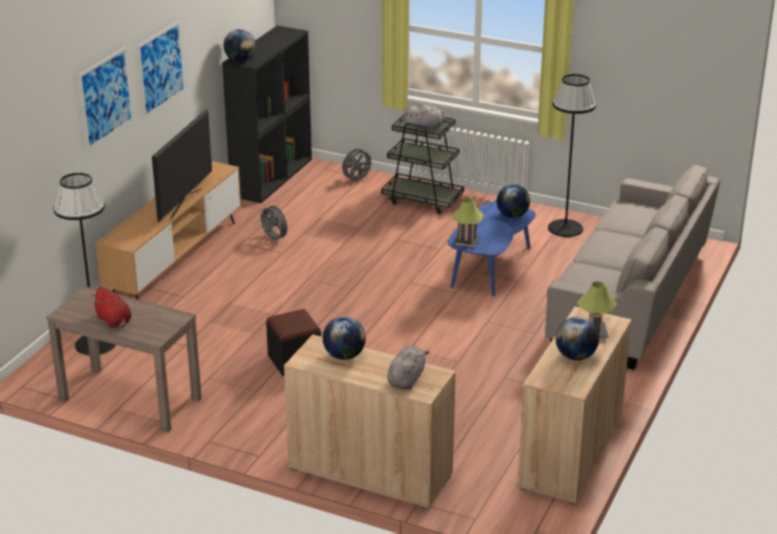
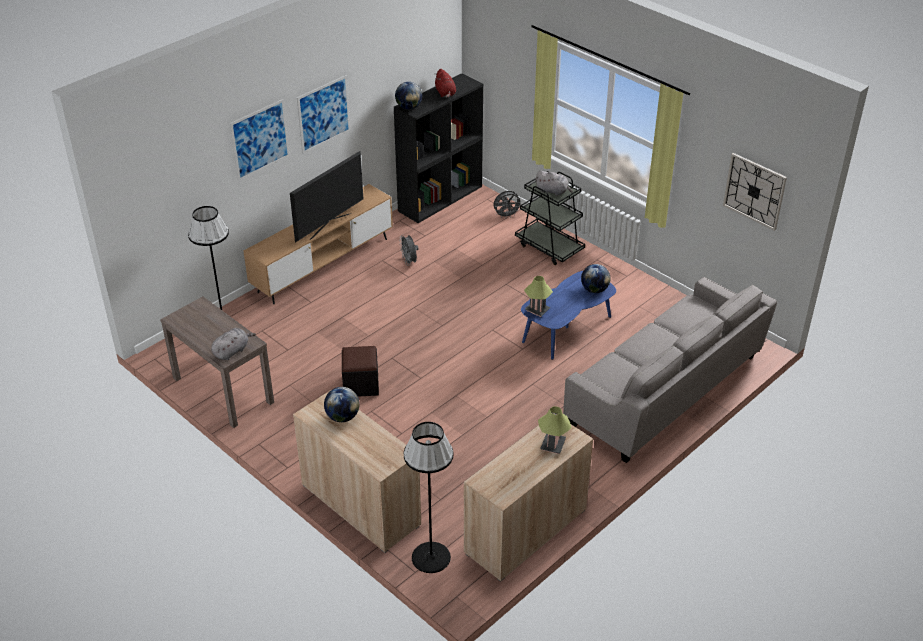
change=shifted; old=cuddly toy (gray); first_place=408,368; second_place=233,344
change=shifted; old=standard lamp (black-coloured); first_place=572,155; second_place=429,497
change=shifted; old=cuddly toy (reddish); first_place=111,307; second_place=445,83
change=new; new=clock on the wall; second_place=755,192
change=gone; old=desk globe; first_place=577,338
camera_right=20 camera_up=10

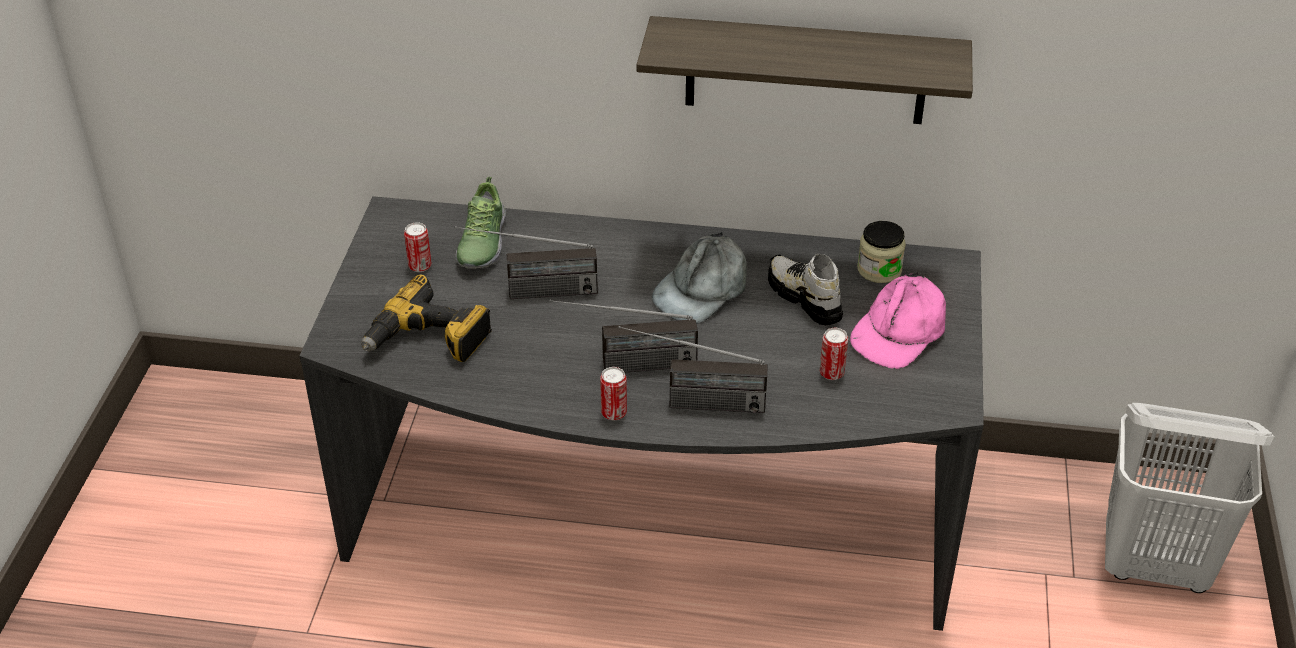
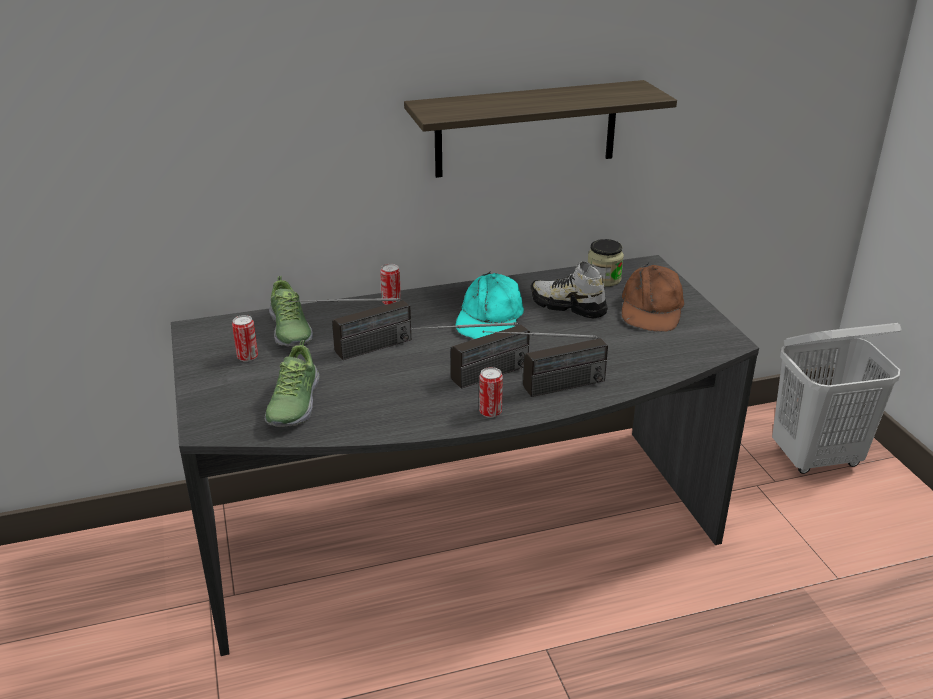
change=swapped; old=electric drill; new=low shoe; first_place=426,318; second_place=292,383
change=shifted; old=sealed can; first_place=834,354; second_place=390,284
change=repainted; old=cap (gray); new=cap (turquoise); first_place=699,278; second_place=490,305
change=repainted; old=cap (pink); new=cap (brown); first_place=898,320; second_place=653,298
camera_right=-25 camera_up=-10

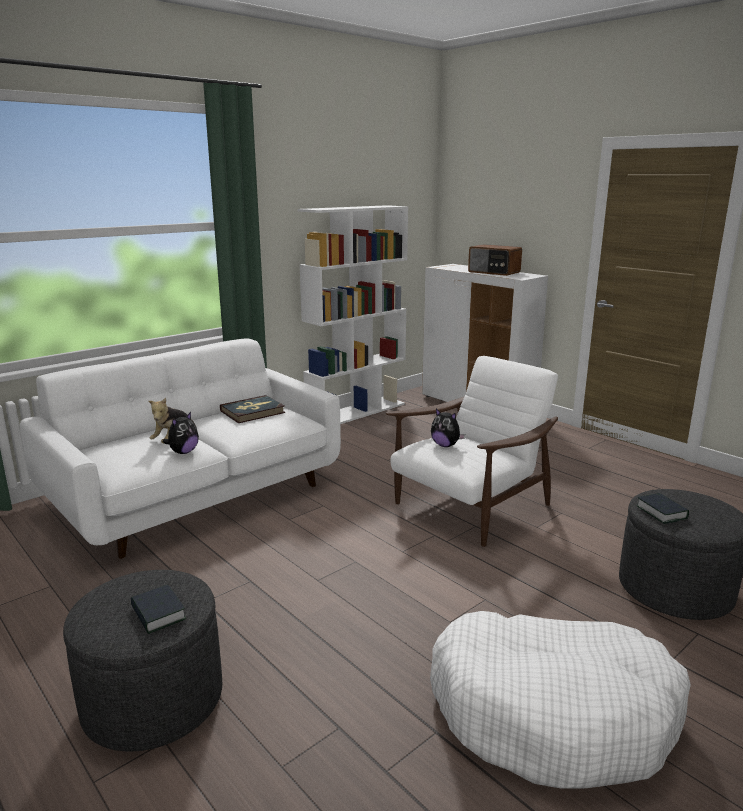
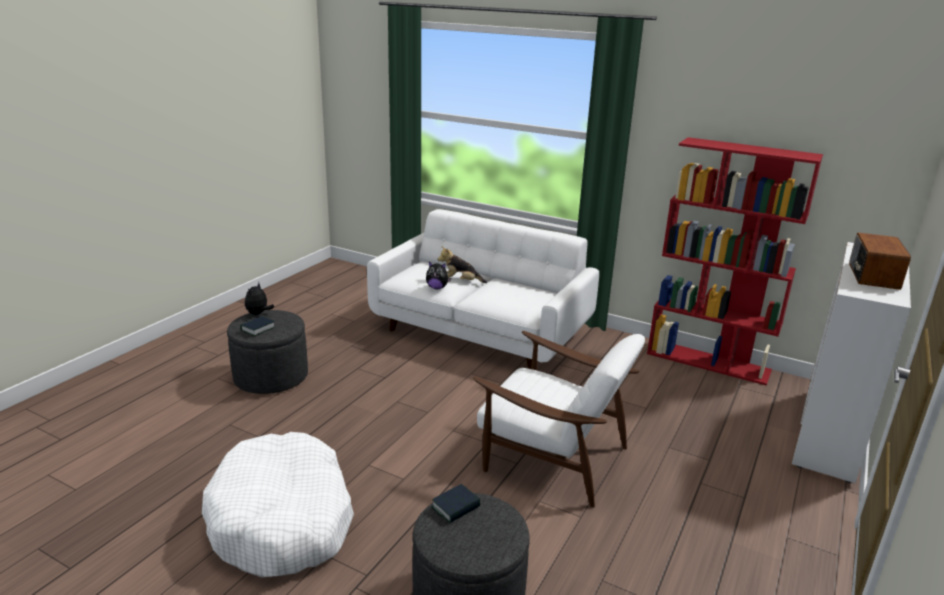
change=shifted; old=cuddly toy; first_place=448,428; second_place=259,298
change=repainted; old=bookcase (white); new=bookcase (reddish); first_place=352,314; second_place=735,261
change=gone; old=bound book; first_place=252,409
camera_right=70 camera_up=5

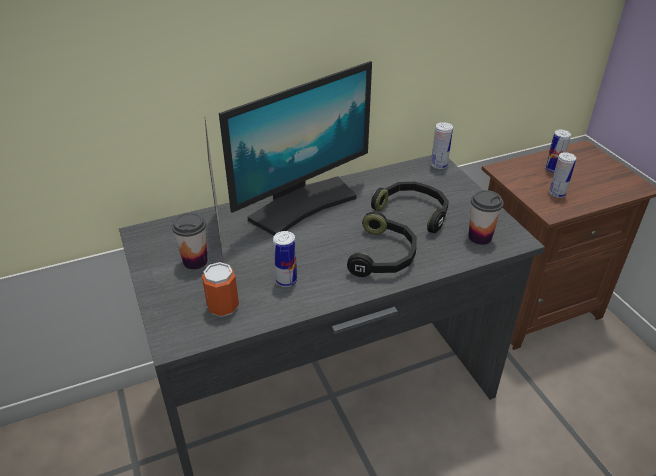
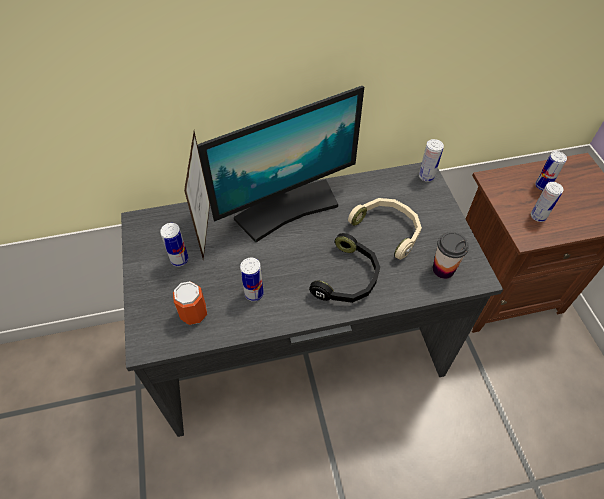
change=swapped; old=small cup; new=sealed can; first_place=190,241; second_place=174,245
change=repainted; old=headphones (black-coloured); new=headphones (beige); first_place=410,207; second_place=385,229
camera_right=10 camera_up=15

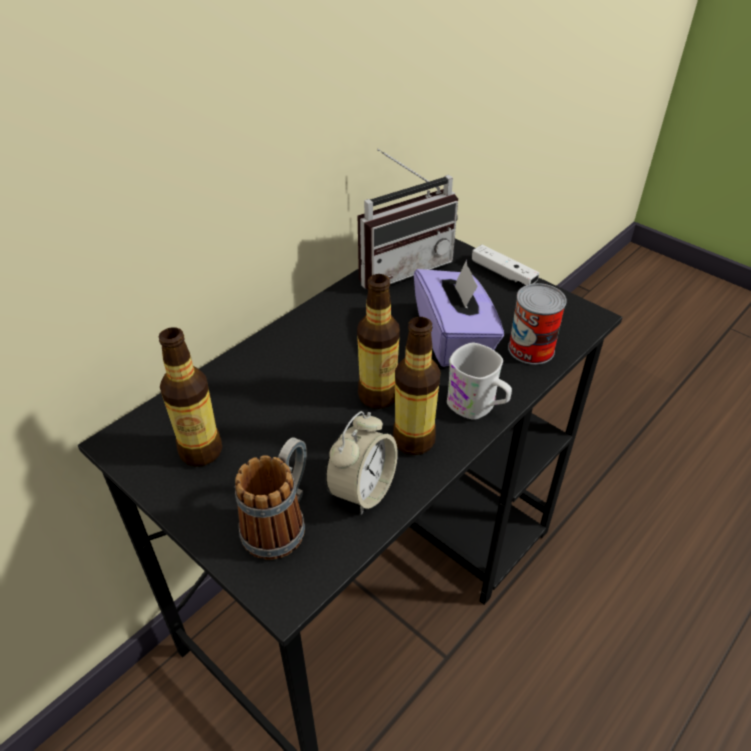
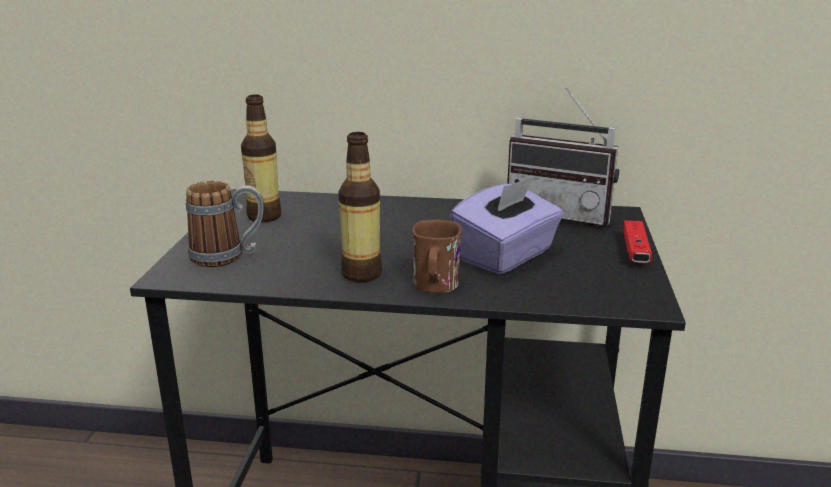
change=repainted; old=mug (white); new=mug (brown); first_place=479,381; second_place=437,256
change=repainted; old=game controller (white); new=game controller (reddish); first_place=505,264; second_place=637,241
change=gone; old=alarm clock; first_place=361,463
change=gone; old=drink bottle; first_place=378,341
change=gone; old=sealed can; first_place=537,324
camera_right=55 camera_up=-20

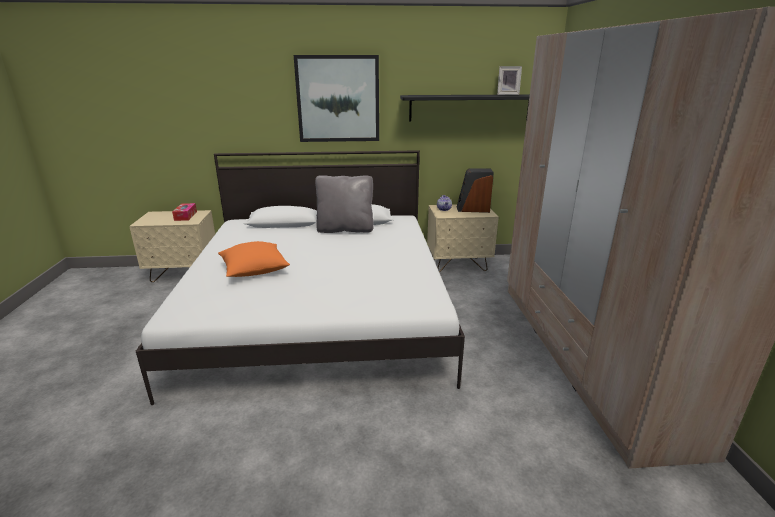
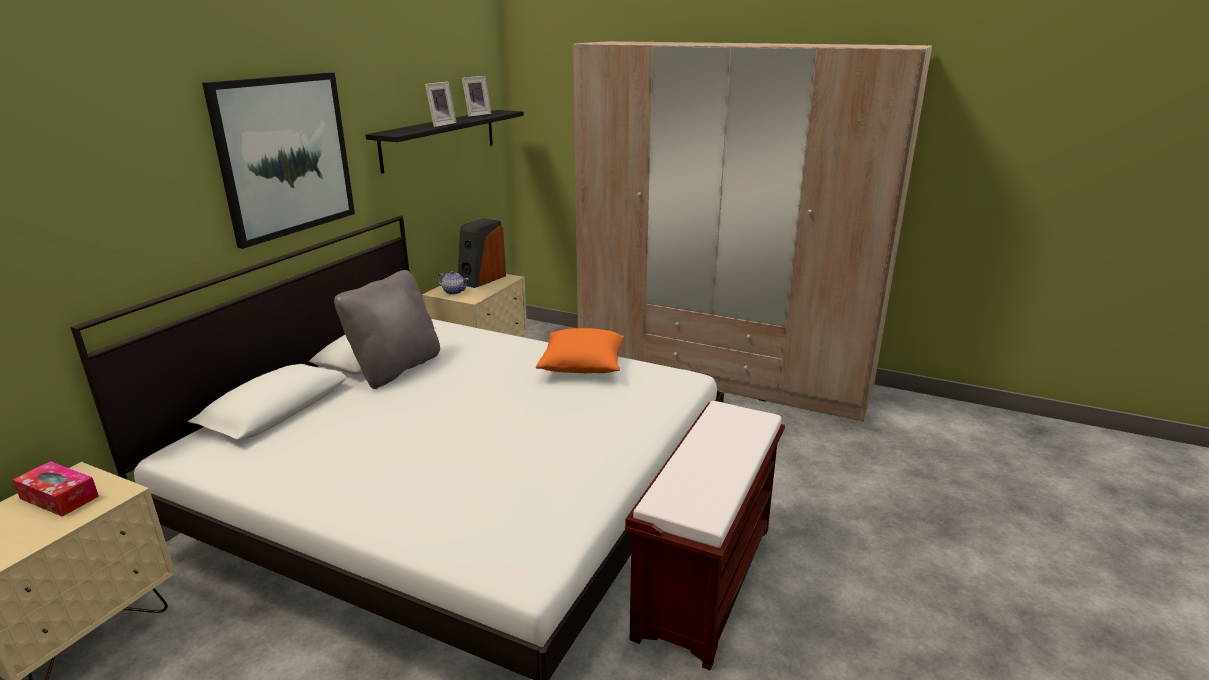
change=new; new=picture frame; second_place=441,104
change=shifted; old=cushion (orange); first_place=254,259; second_place=580,350
change=new; new=indoor bench (brown); second_place=705,535
camera_right=-60 camera_up=0

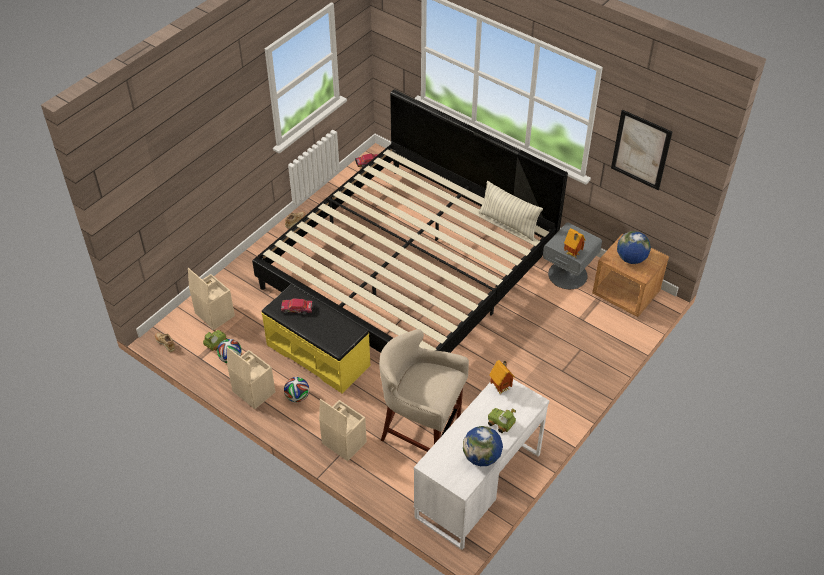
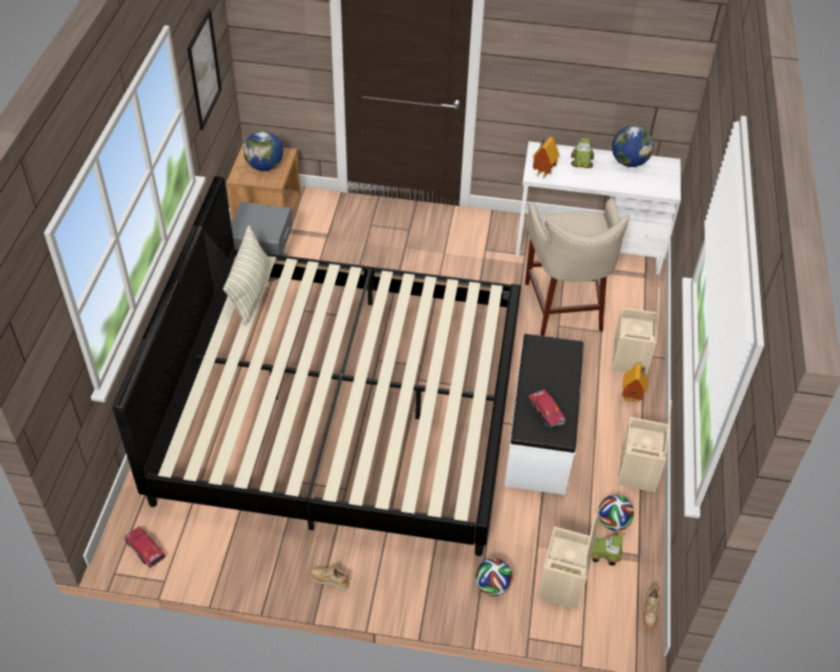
change=shifted; old=football; first_place=296,389; second_place=494,577
change=repainted; old=indoor bench (yellow-coloured); new=indoor bench (white); first_place=315,338; second_place=544,414
change=shifted; old=model house; first_place=574,243; second_place=635,383
camera_right=-120 camera_up=0

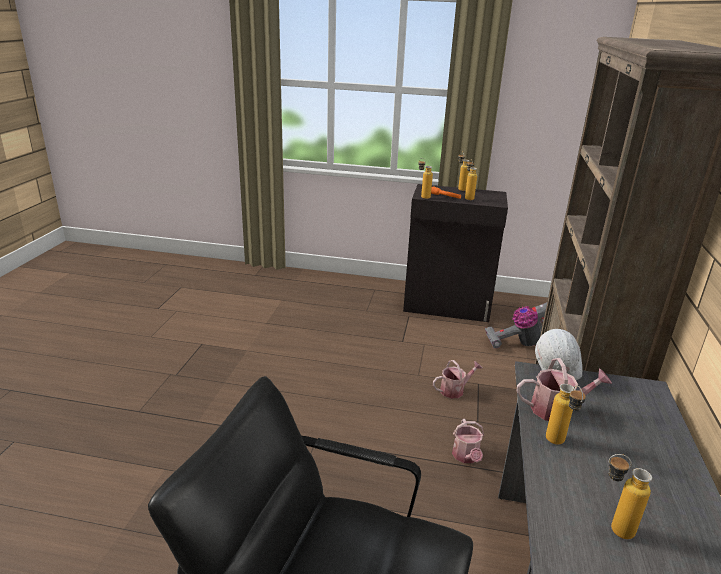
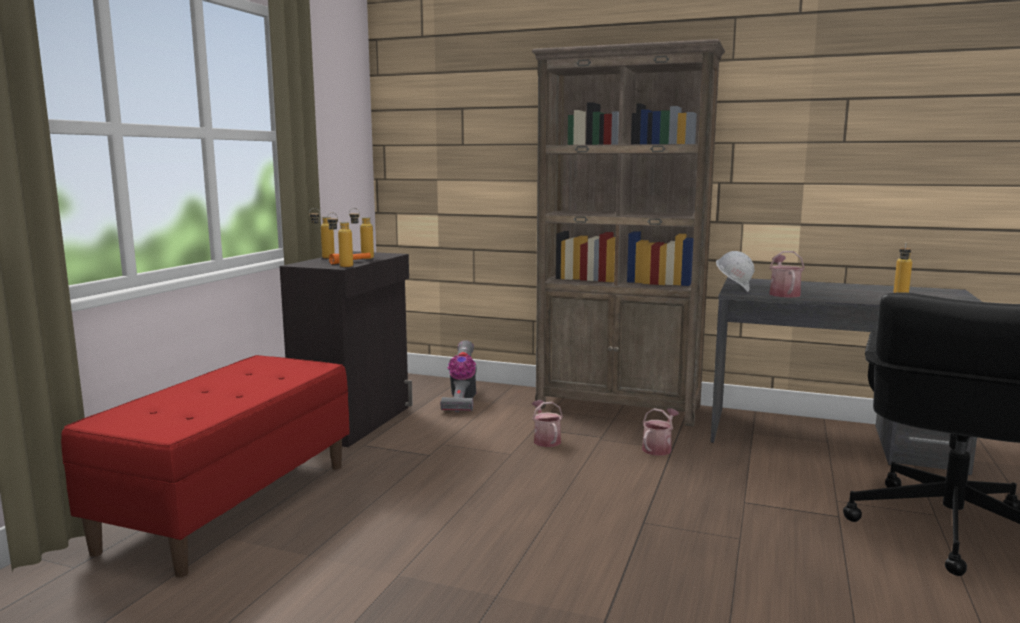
change=new; new=indoor bench (reddish); second_place=205,466
change=rotated; old=watering pot; first_place=468,441; second_place=660,432; degrees=-60
change=gone; old=drink bottle; first_place=566,414
camera_right=-80 camera_up=-15

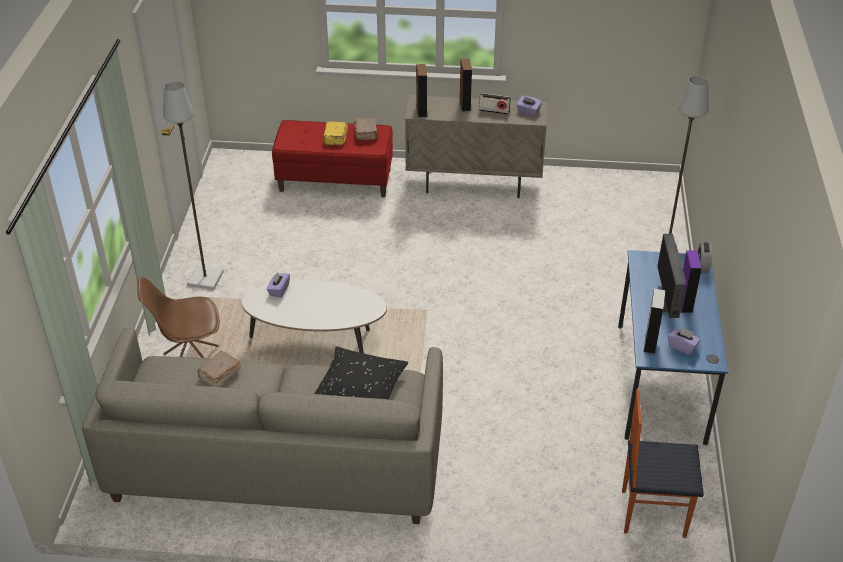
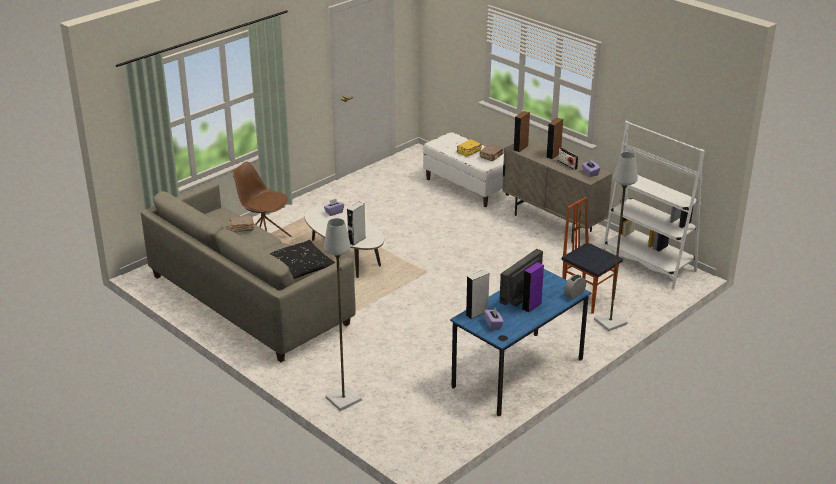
change=shifted; old=standard lamp (gray); first_place=193,185; second_place=343,314
change=new; new=loudspeaker (gray); second_place=356,224
change=repainted; old=indoor bench (reddish); new=indoor bench (white); first_place=332,159; second_place=466,169
change=shifted; old=plain chair; first_place=663,463; second_place=592,255
change=new; new=bookcase (white); second_place=653,205
camera_right=40 camera_up=-10

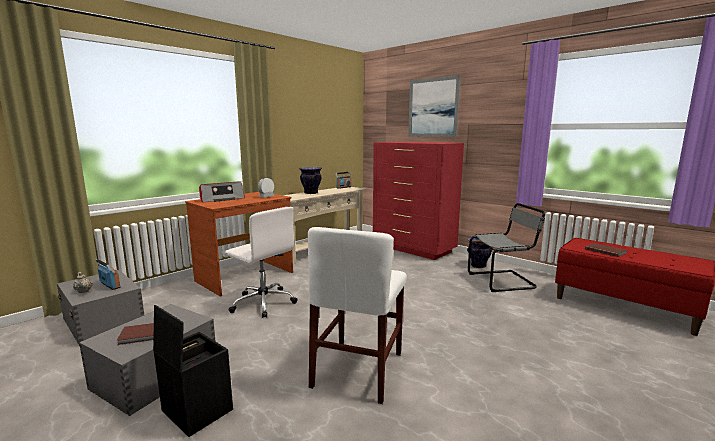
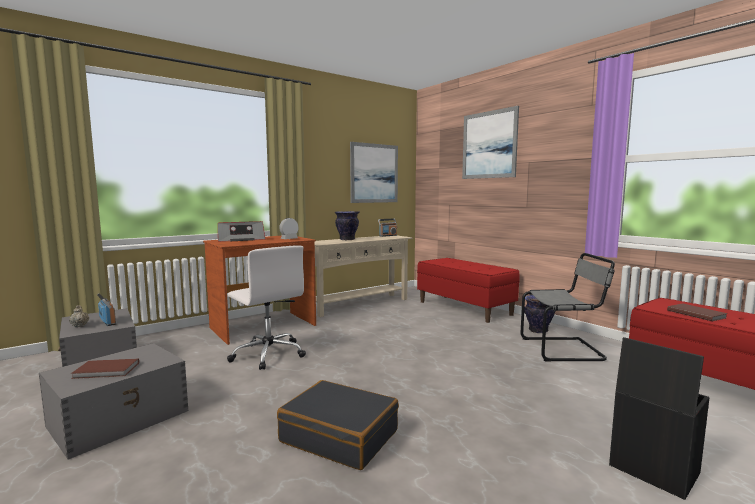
change=swapped; old=plain chair (white); new=suitcase (black-coloured); first_place=357,315; second_place=338,425
change=new; new=picture; second_place=374,172
change=swapped; old=dresser (reddish); new=indoor bench (reddish); first_place=418,201; second_place=468,290
change=shifted; old=storage container (black-coloured); first_place=193,371; second_place=659,418
camera_right=10 camera_up=-5

